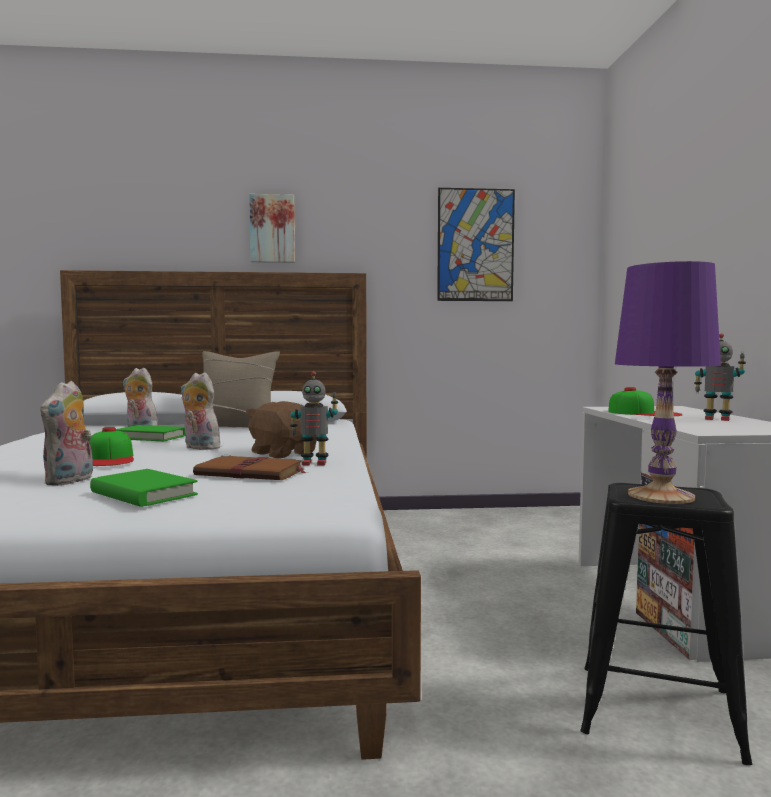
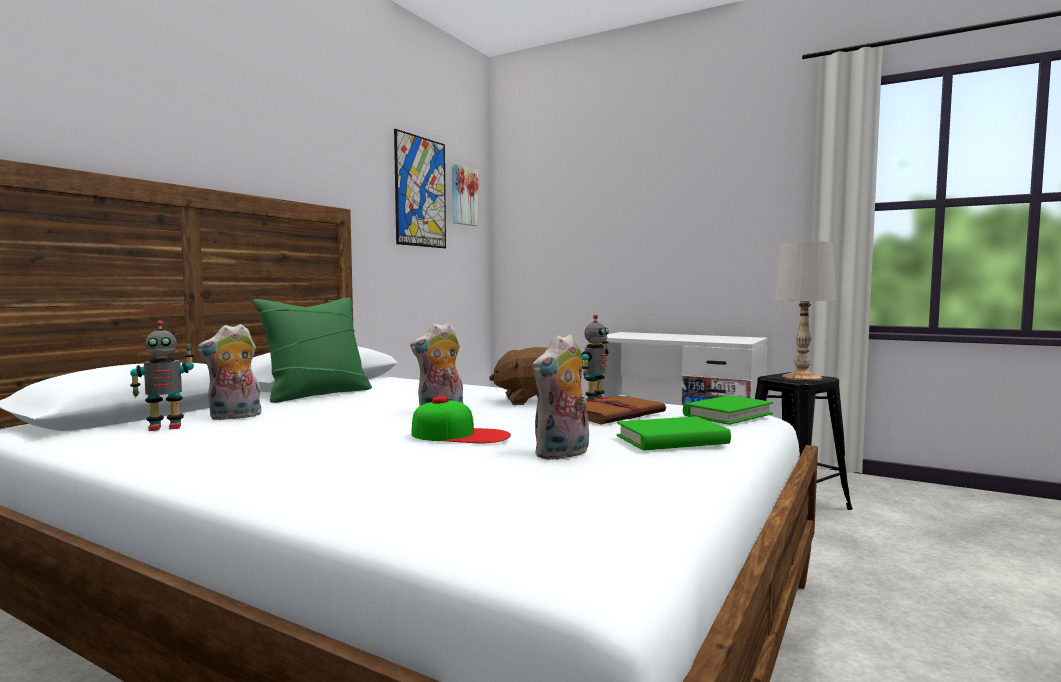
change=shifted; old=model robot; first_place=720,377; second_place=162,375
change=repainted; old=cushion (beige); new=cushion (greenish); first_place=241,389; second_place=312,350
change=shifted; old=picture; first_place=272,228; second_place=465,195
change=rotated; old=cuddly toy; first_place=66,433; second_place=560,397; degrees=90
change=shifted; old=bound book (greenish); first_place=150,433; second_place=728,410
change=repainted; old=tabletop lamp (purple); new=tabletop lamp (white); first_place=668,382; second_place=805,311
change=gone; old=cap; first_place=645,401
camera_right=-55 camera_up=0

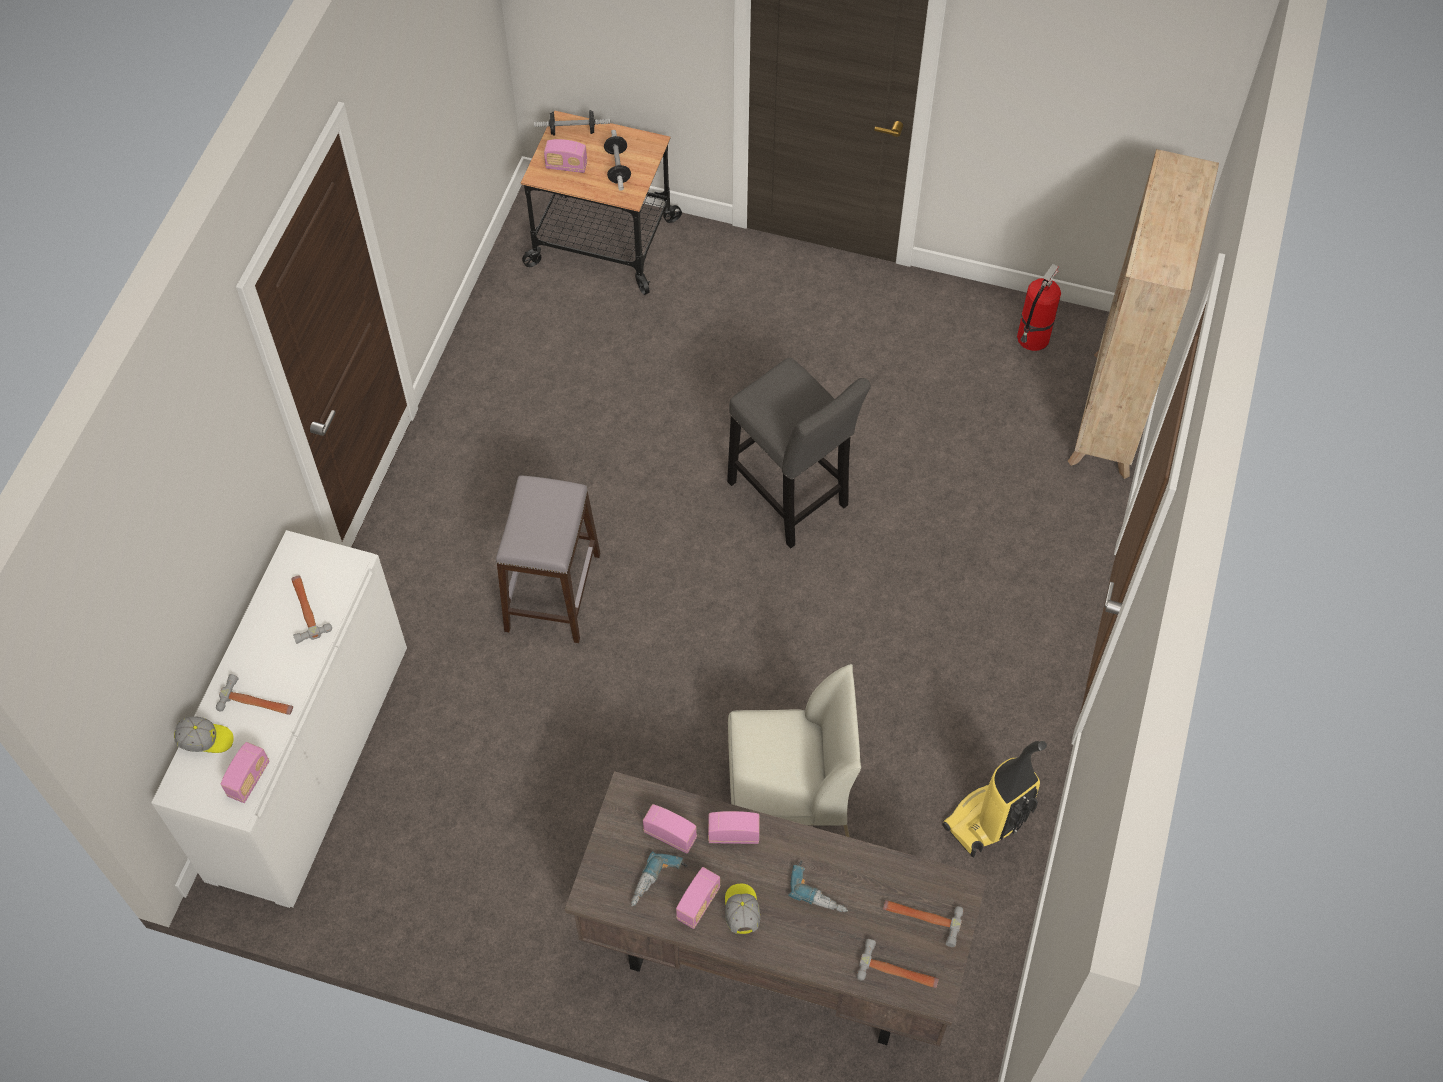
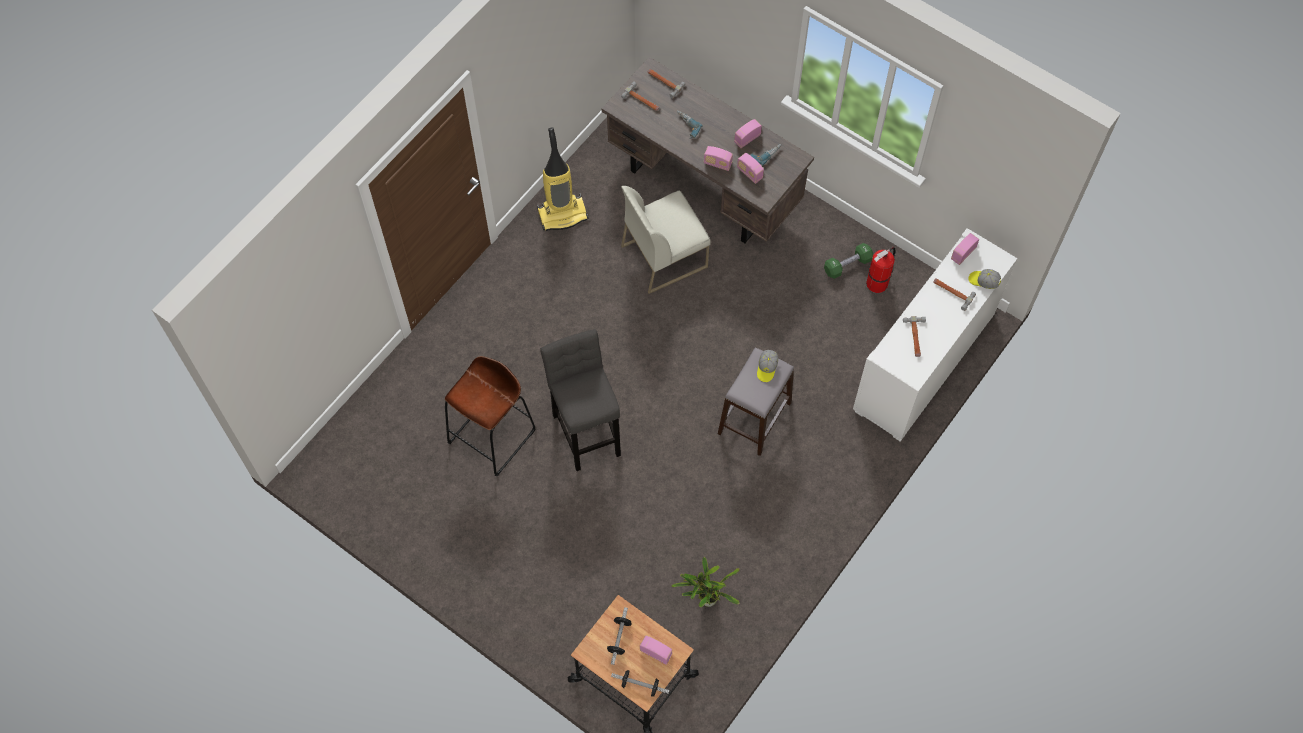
change=new; new=stool seat (brown); second_place=490,416
change=rotated; old=plain chair (white); first_place=794,750; second_place=666,240; degrees=-45
change=new; new=houseplant; second_place=705,582
change=shifted; old=cap; first_place=742,909; second_place=767,366
change=new; new=hand weight (greenish); second_place=848,261
change=shifted; old=extinguisher; first_place=1039,307; second_place=881,270
change=gone; old=bookcase (beige); first_place=1143,314
camera_right=-160 camera_up=5

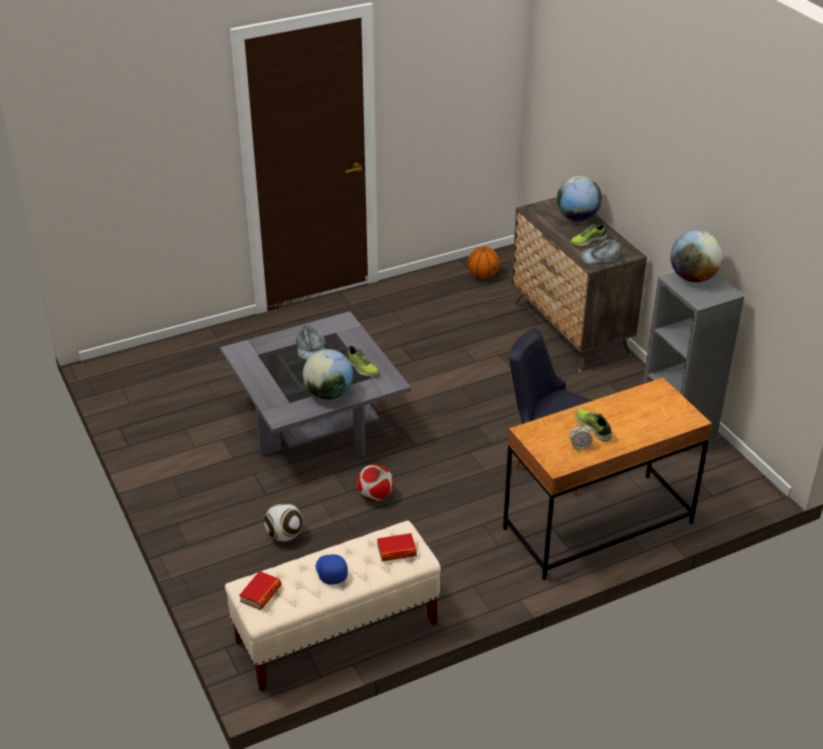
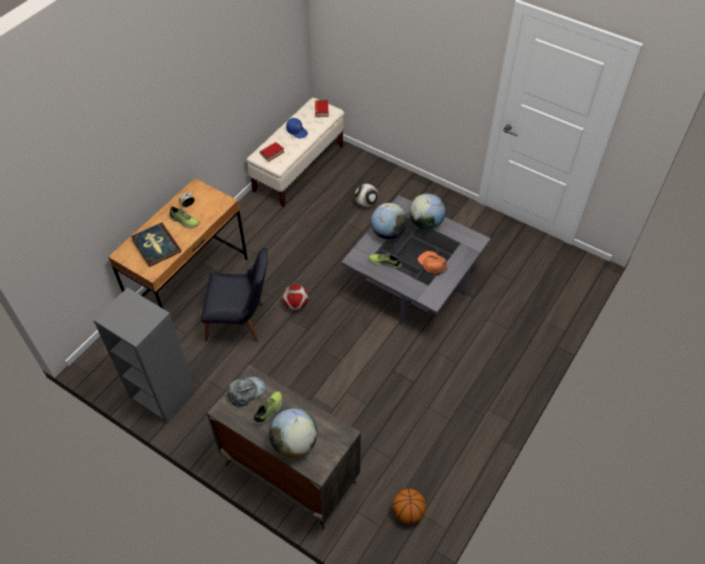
change=new; new=bound book; second_place=156,245
change=shifted; old=football; first_place=375,482; second_place=295,297
change=shifted; old=desk globe; first_place=697,256; second_place=427,211
change=repainted; old=cap (gray); new=cap (orange); first_place=311,342; second_place=432,263
camera_right=150 camera_up=15

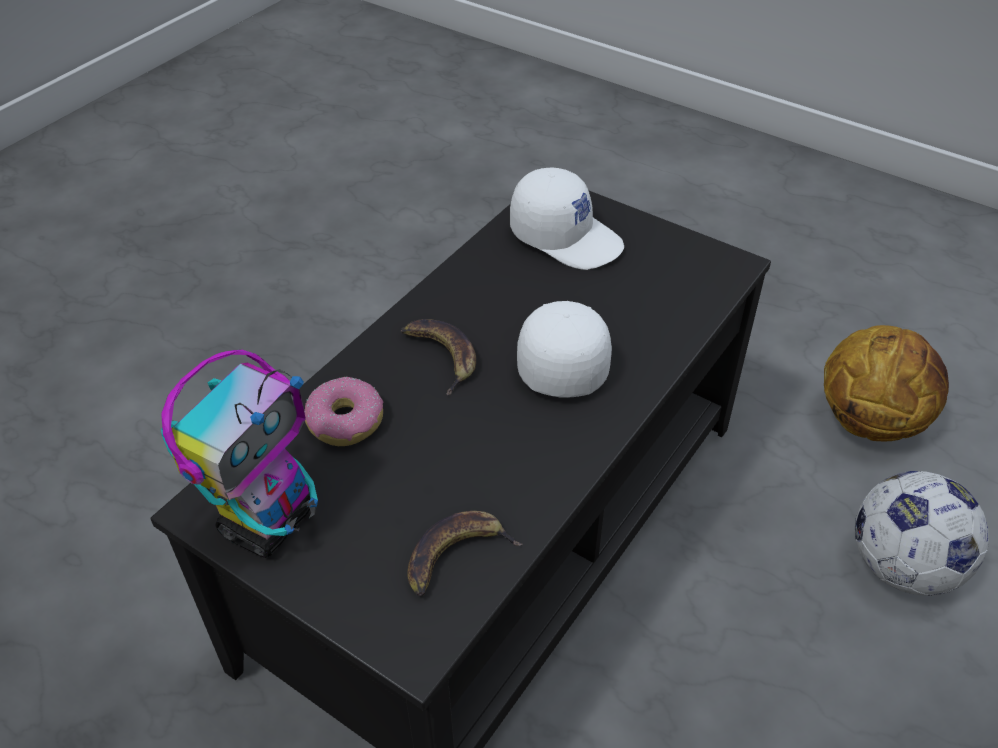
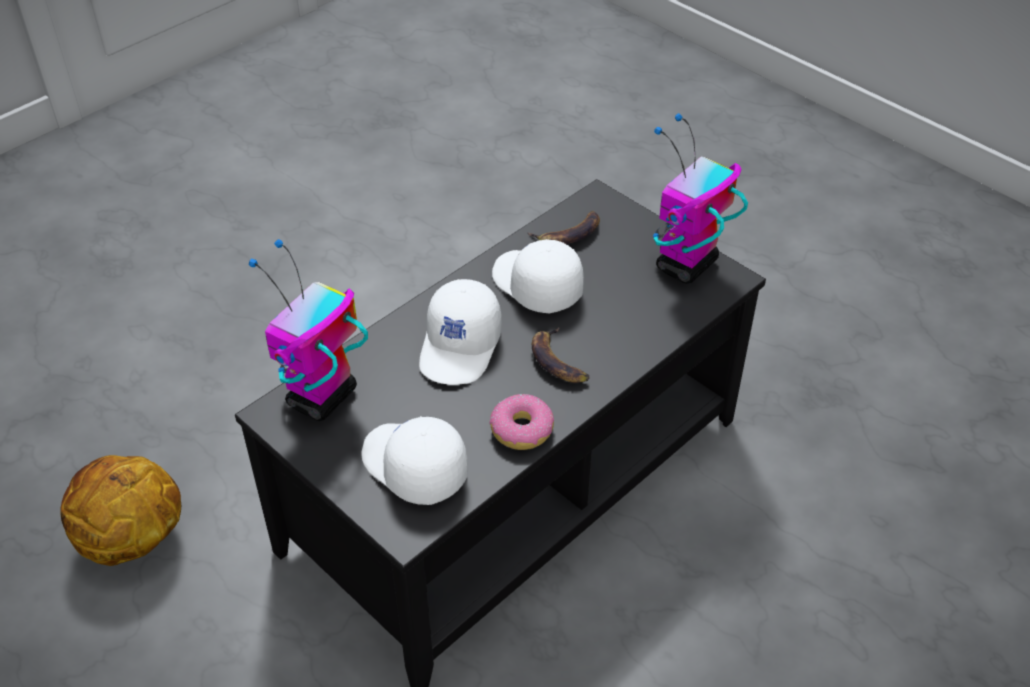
change=new; new=model robot; second_place=308,330
change=shifted; old=ring doughnut; first_place=344,411; second_place=521,422
change=new; new=cap (white); second_place=538,276
change=gone; old=football; first_place=922,533
camera_right=-170 camera_up=0

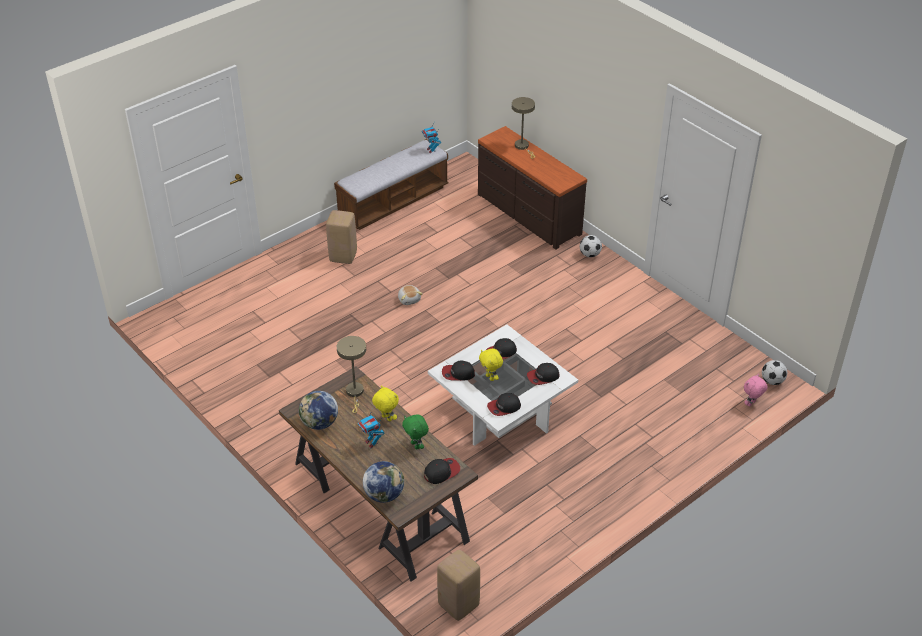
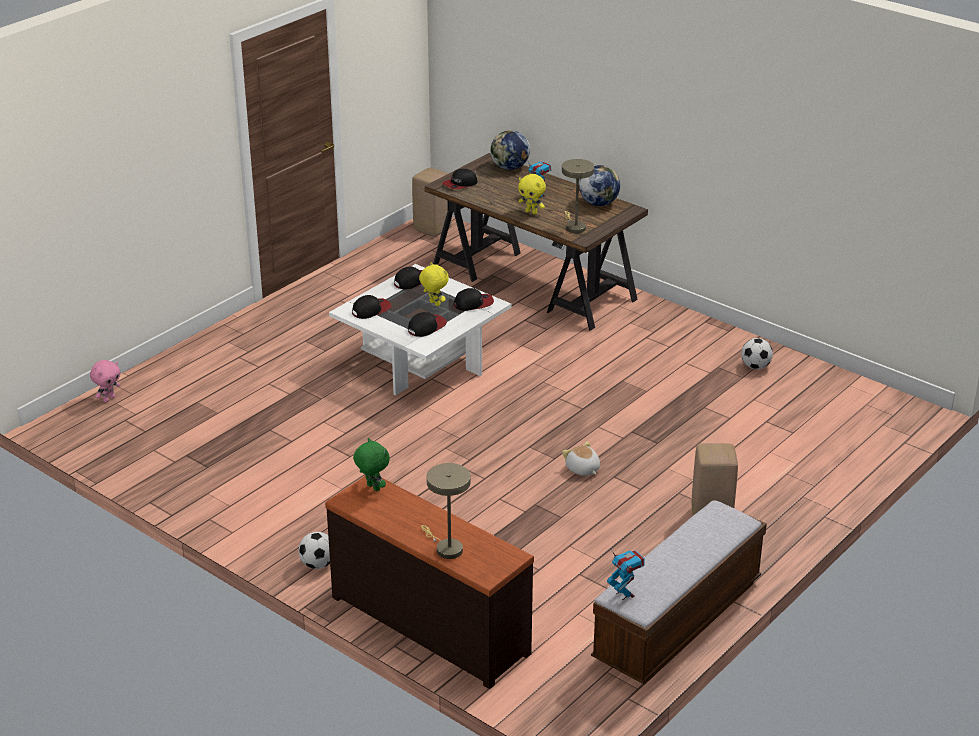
change=shifted; old=cuddly toy (greenish); first_place=415,431; second_place=371,465
change=shifted; old=football; first_place=774,372; second_place=757,353
camera_right=170 camera_up=-10

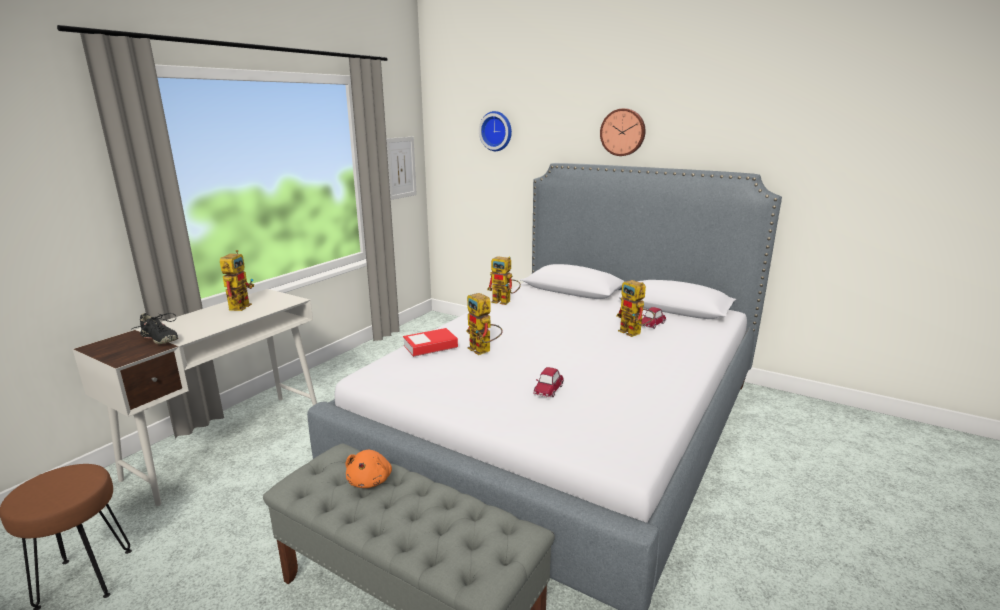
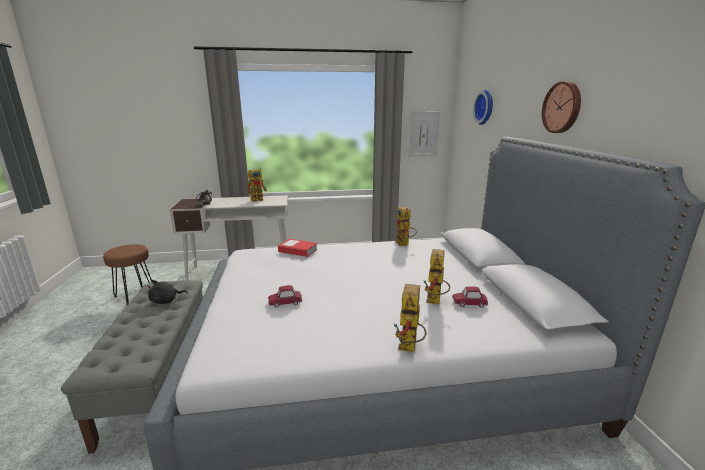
change=repainted; old=cuddly toy (orange); new=cuddly toy (black-coloured); first_place=368,469; second_place=167,292
change=shifted; old=model robot; first_place=484,324; second_place=410,318
camera_right=50 camera_up=0

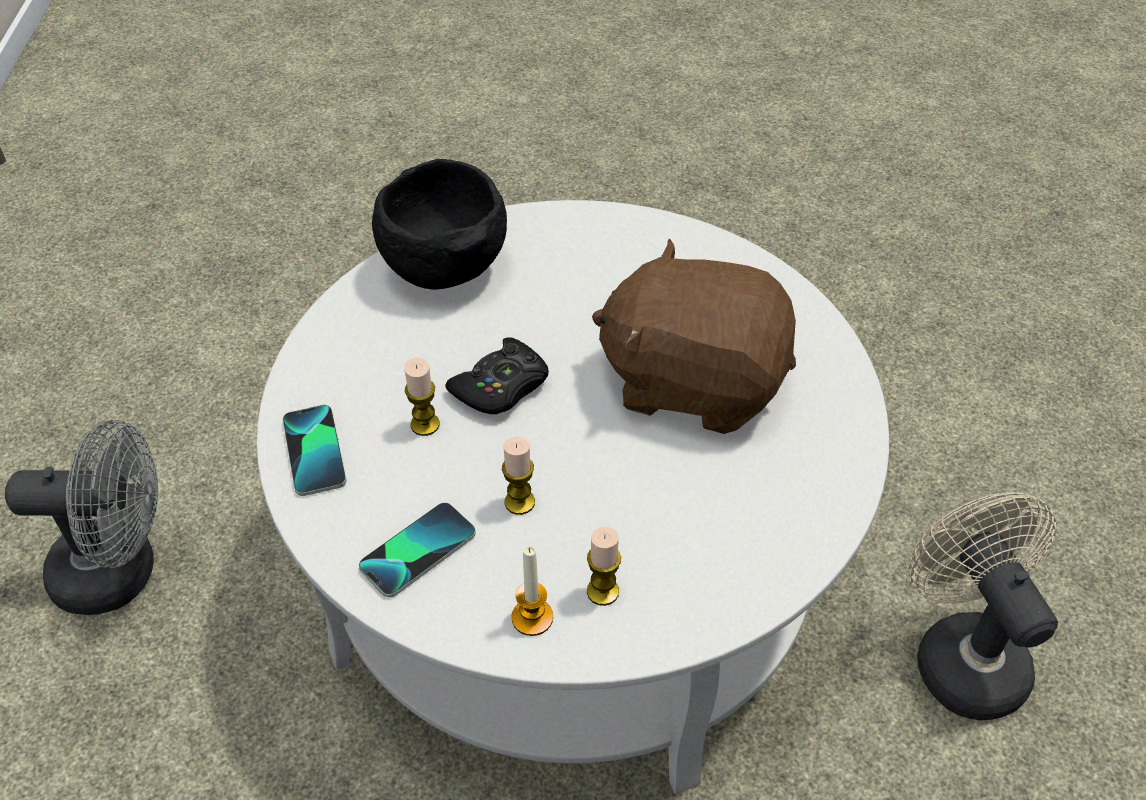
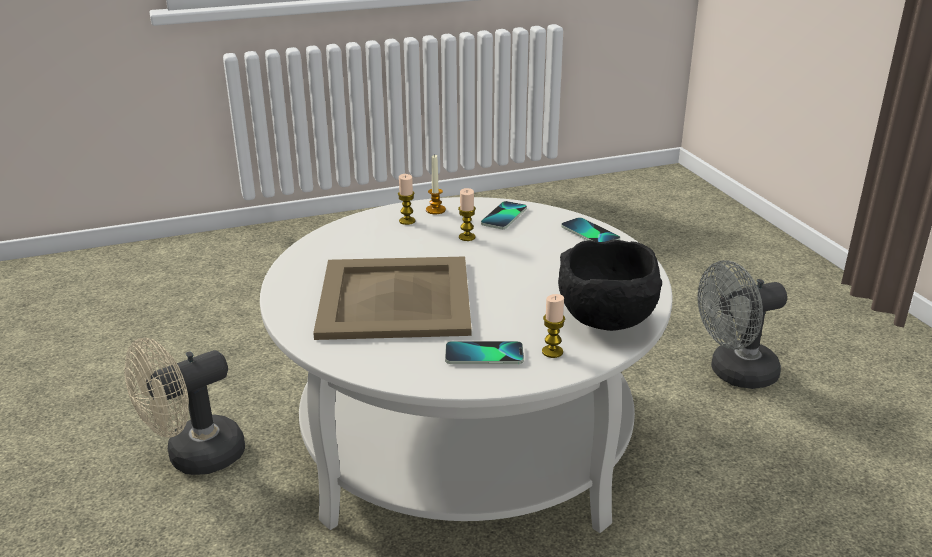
change=rotated; old=cooling fan (beige); first_place=983,606; second_place=184,406; degrees=90
change=swapped; old=cuddly toy (brown); new=serving tray (beige); first_place=694,336; second_place=392,298
change=new; new=phone; second_place=484,352
change=shifted; old=wax light; first_place=422,397; second_place=553,326
change=gone; old=game controller (black-coloured); first_place=497,375
camera_right=160 camera_up=-20

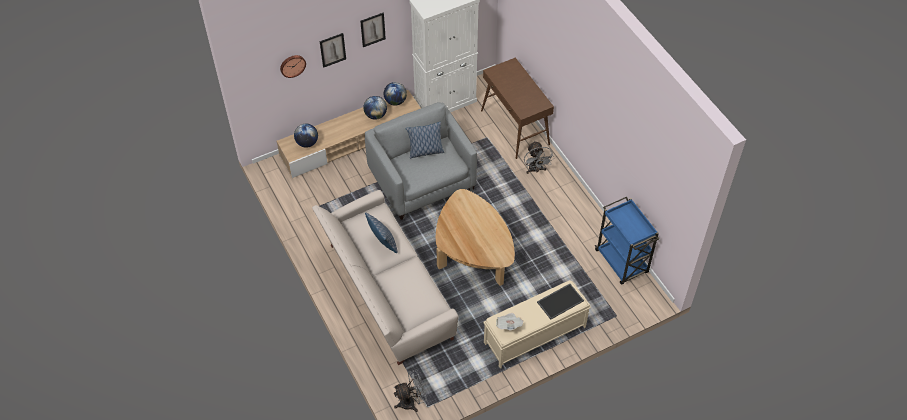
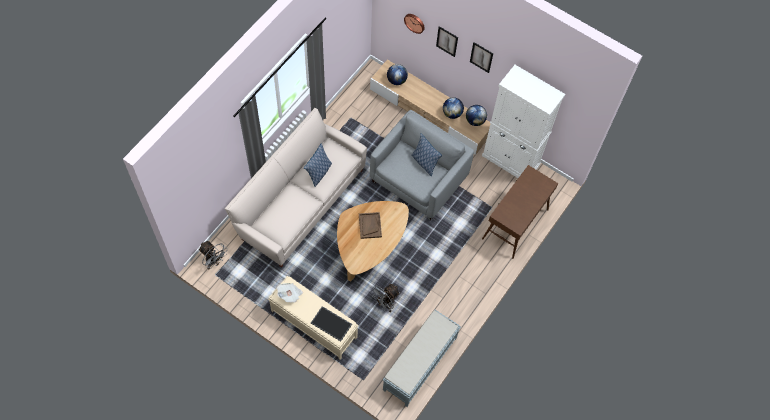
change=new; new=serving tray (brown); second_place=370,225
change=shifted; old=cooling fan (gray); first_place=539,157; second_place=385,298
change=swapped; old=wheeled cart (blue); new=indoor bench (gray); first_place=627,241; second_place=422,358
camera_right=60 camera_up=10

